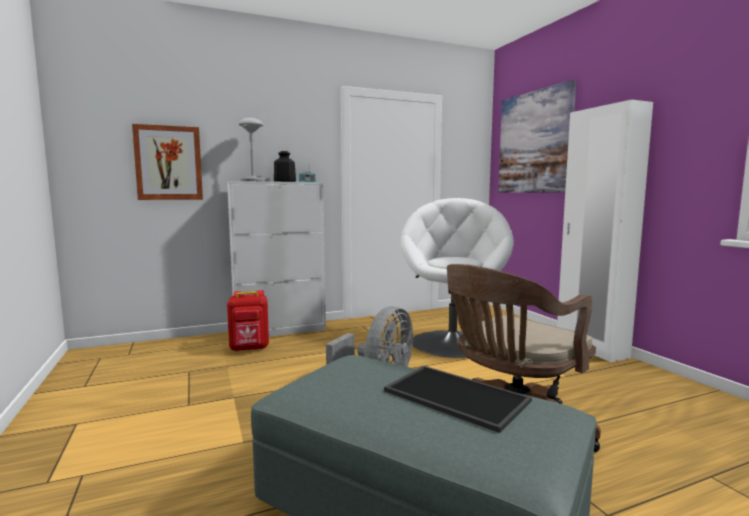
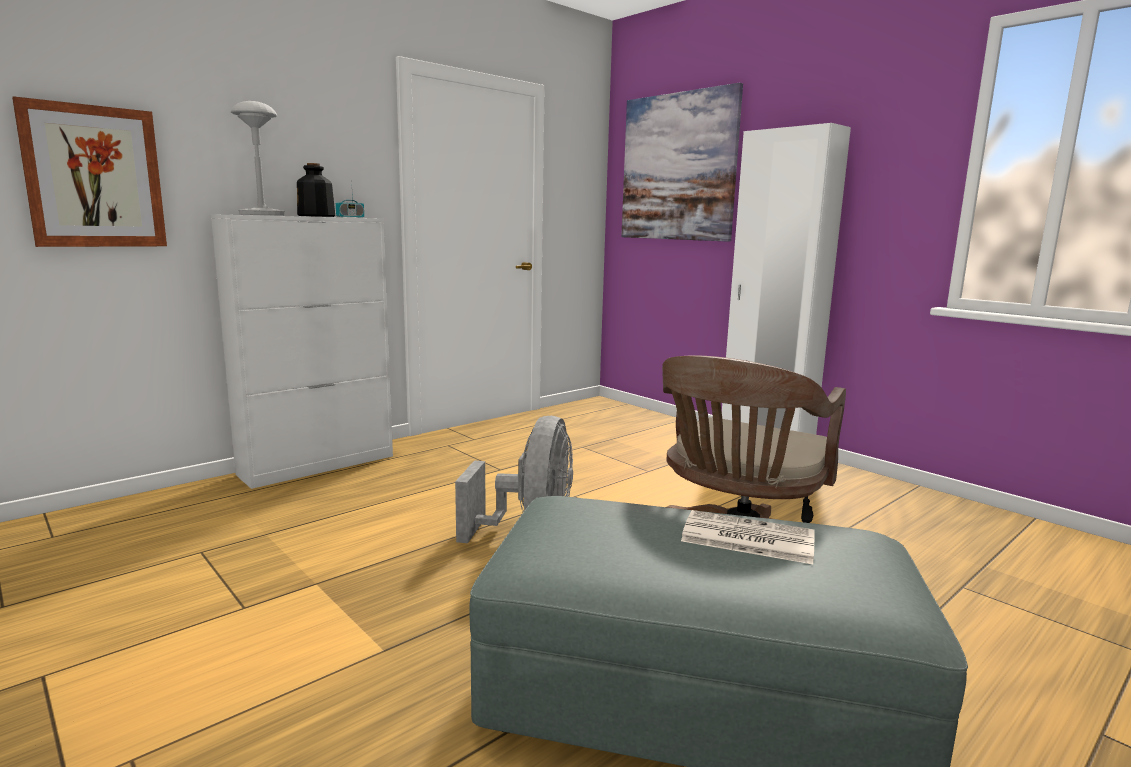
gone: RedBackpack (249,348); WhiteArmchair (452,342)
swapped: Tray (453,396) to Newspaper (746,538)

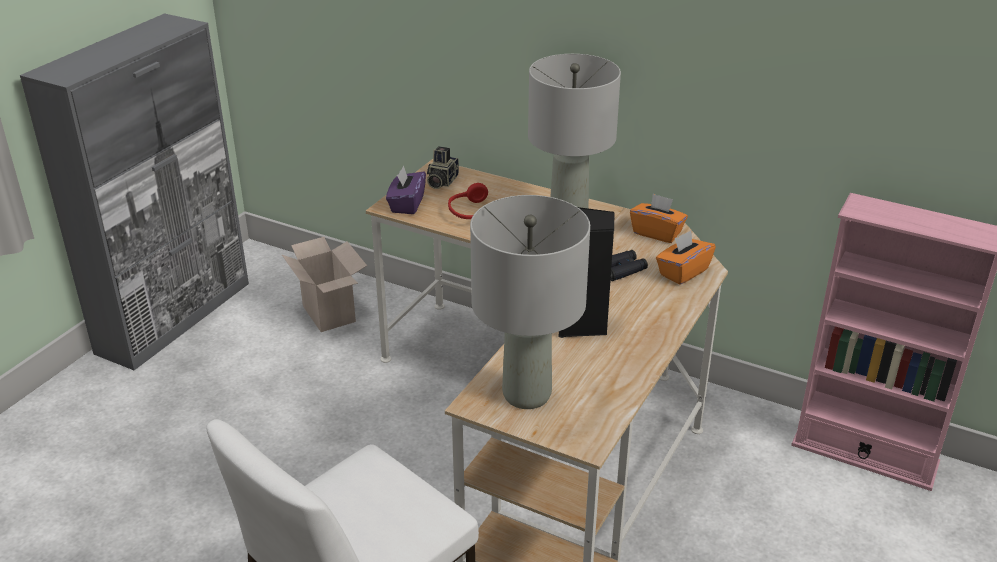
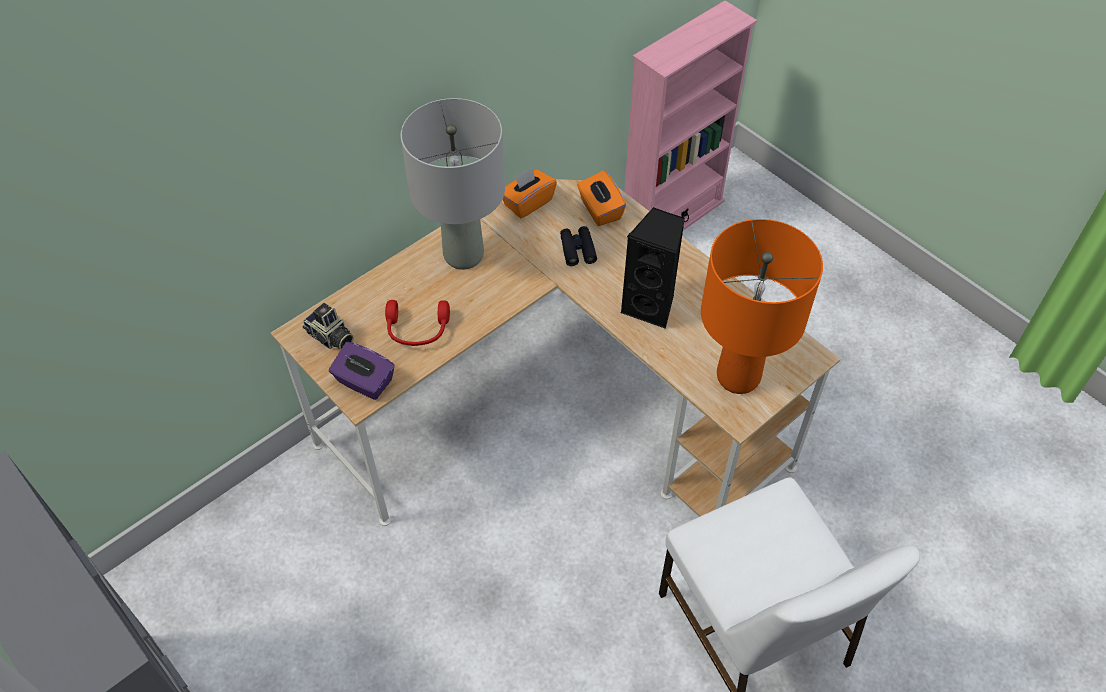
gone: CardboardBox (331,314)
repainted: GreyTableLamp (526,395) to OrangeTableLamp (738,378)

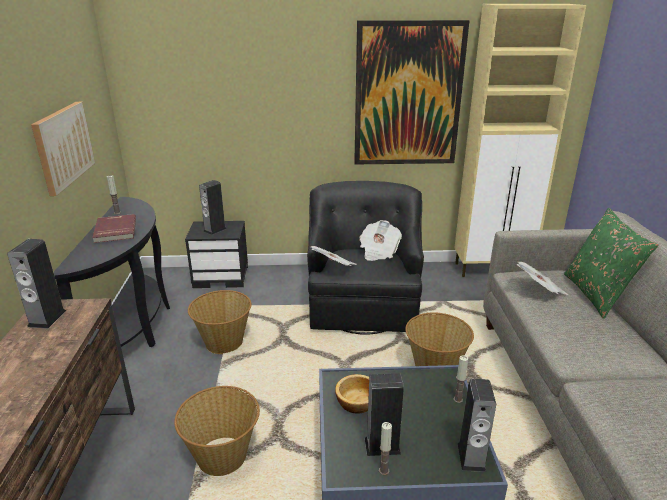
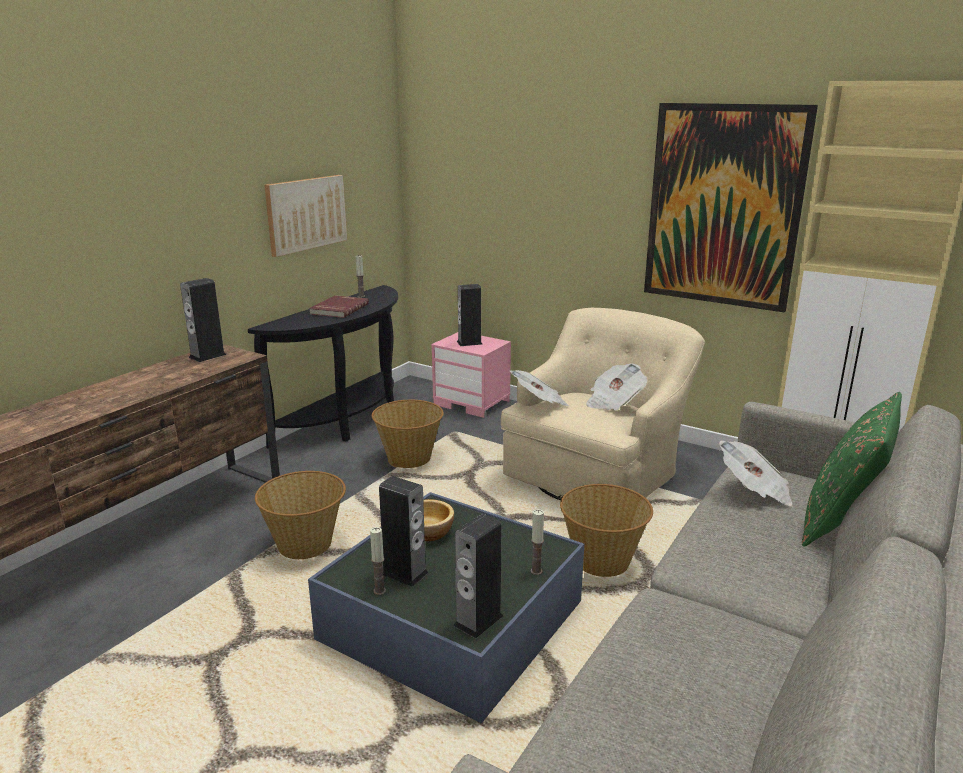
repainted: BlackNightstand (222,277) to PinkNightstand (473,402); BlackArmchair (363,303) to BeigeArmchair (597,471)

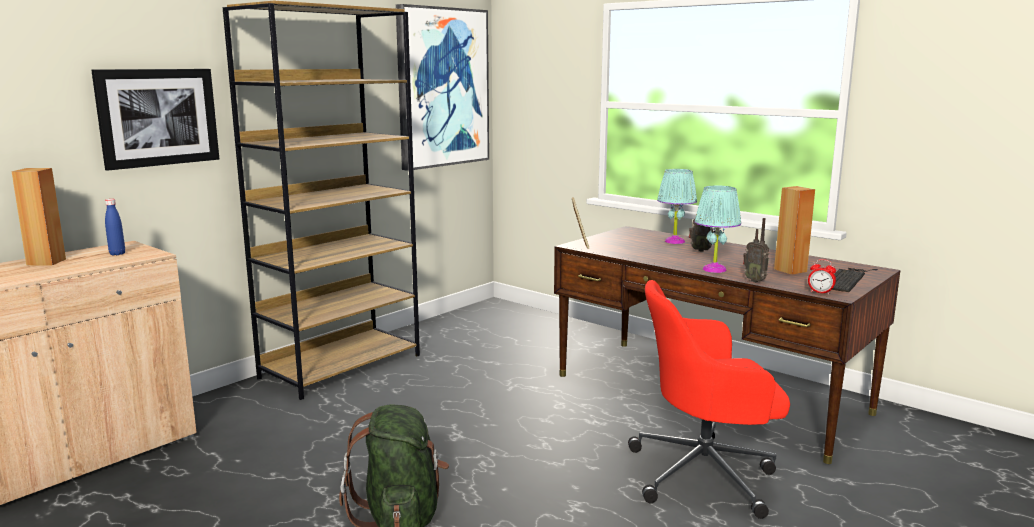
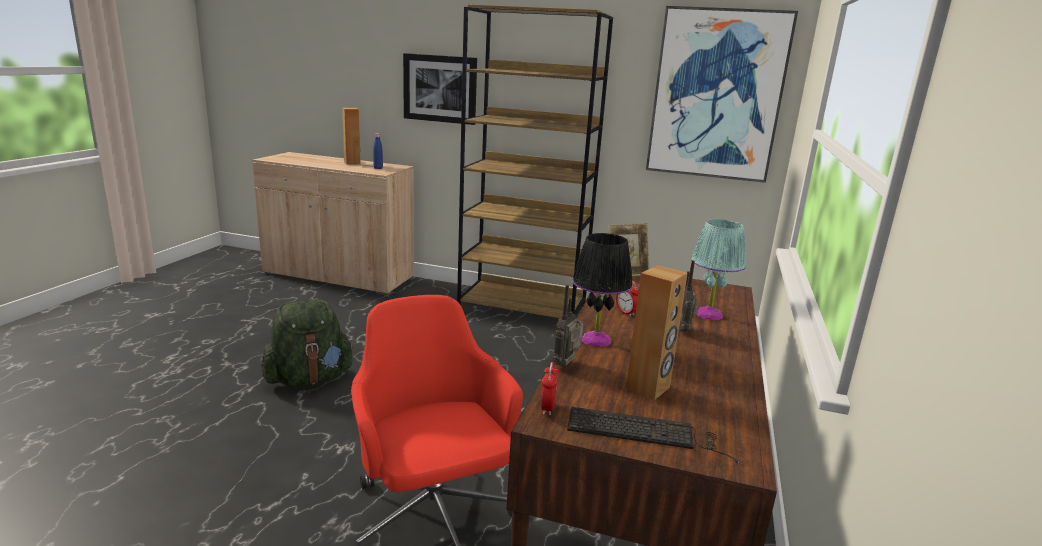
new: AlarmClock (626,313)
repainted: TurquoiseTableLamp (714,269) to BlackTableLamp (595,340)

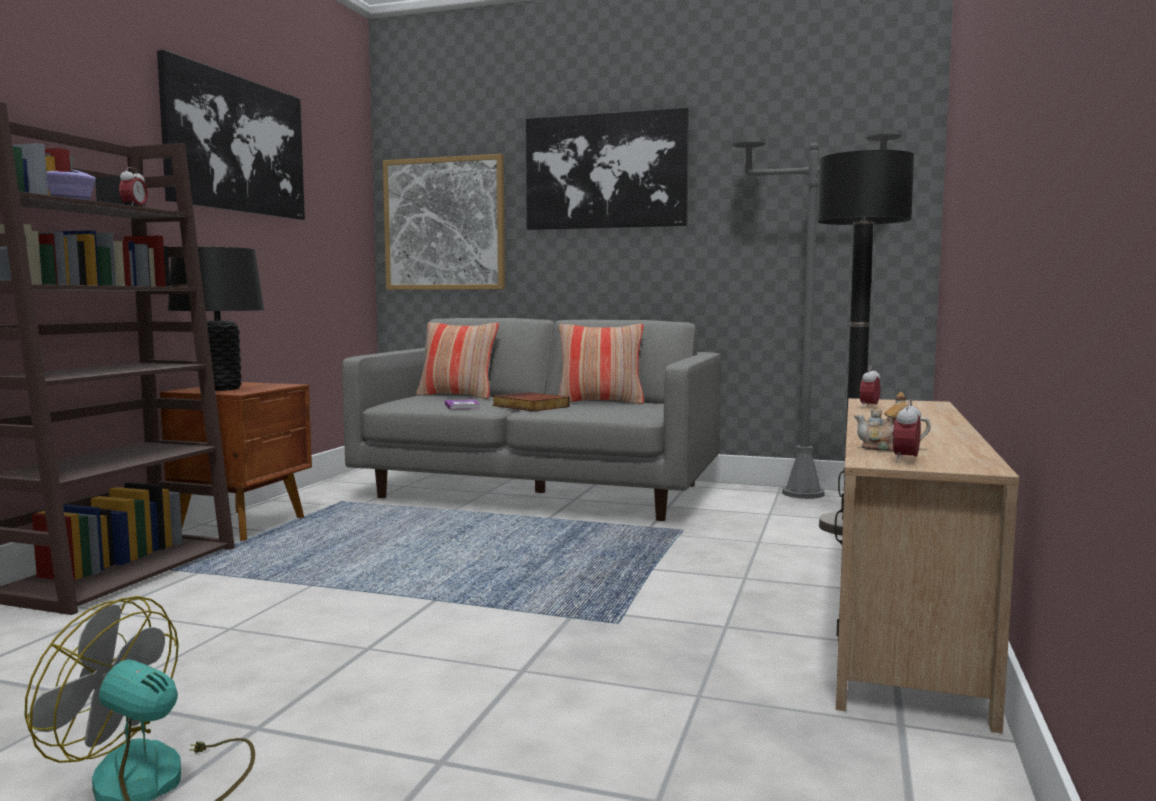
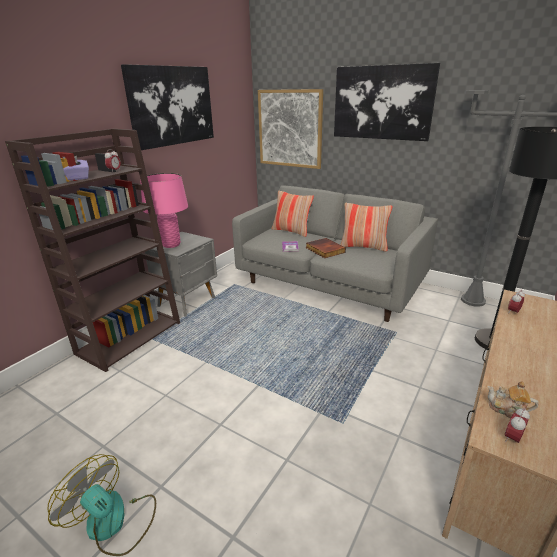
repainted: BlackTableLamp (220,389) to PinkTableLamp (171,245); BrownNightstand (244,525) to GreyNightstand (188,301)

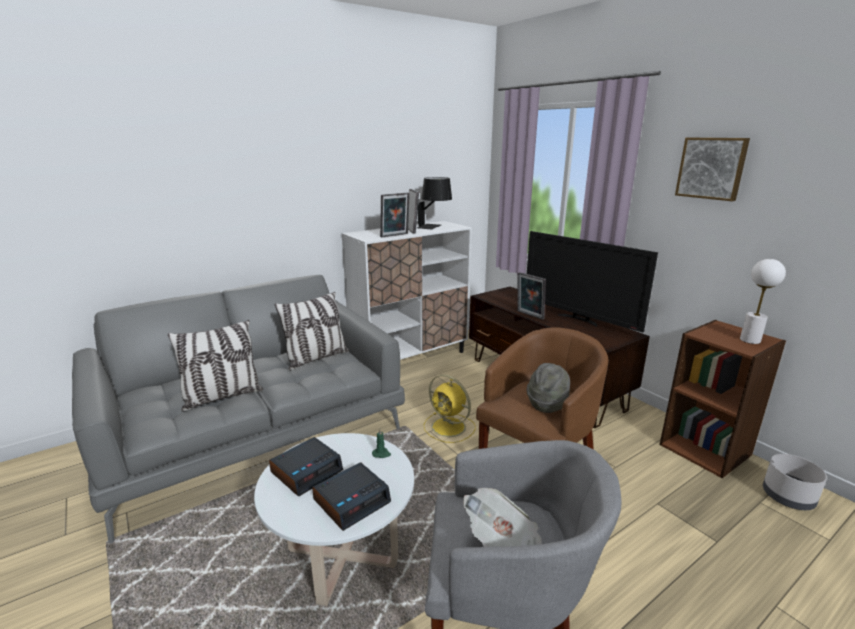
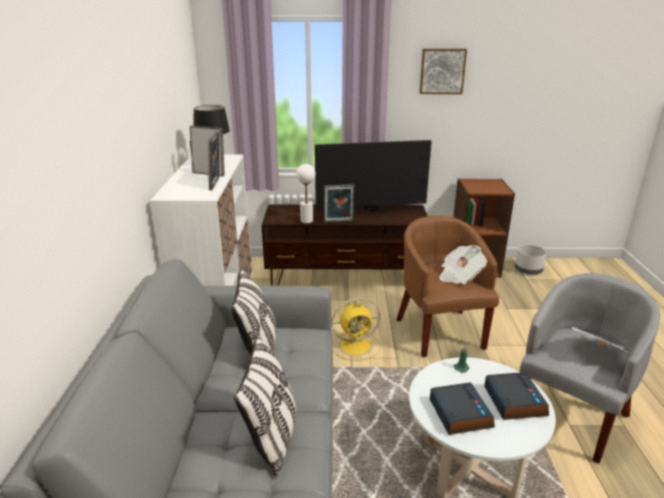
shifted: WhiteTableLamp (750,340) to (307,220)
swapped: GreyHat (547,404) to Newspaper (460,275)

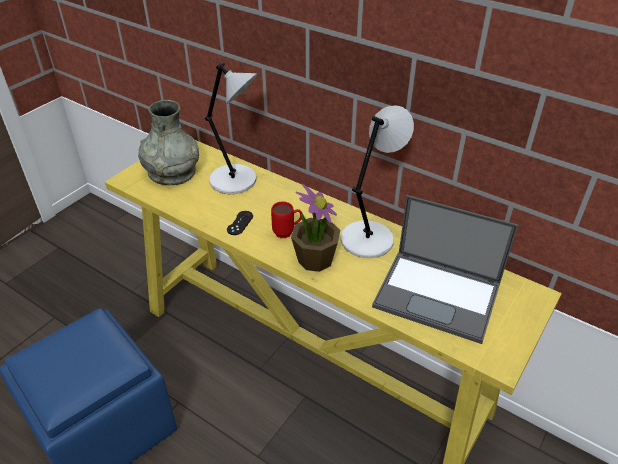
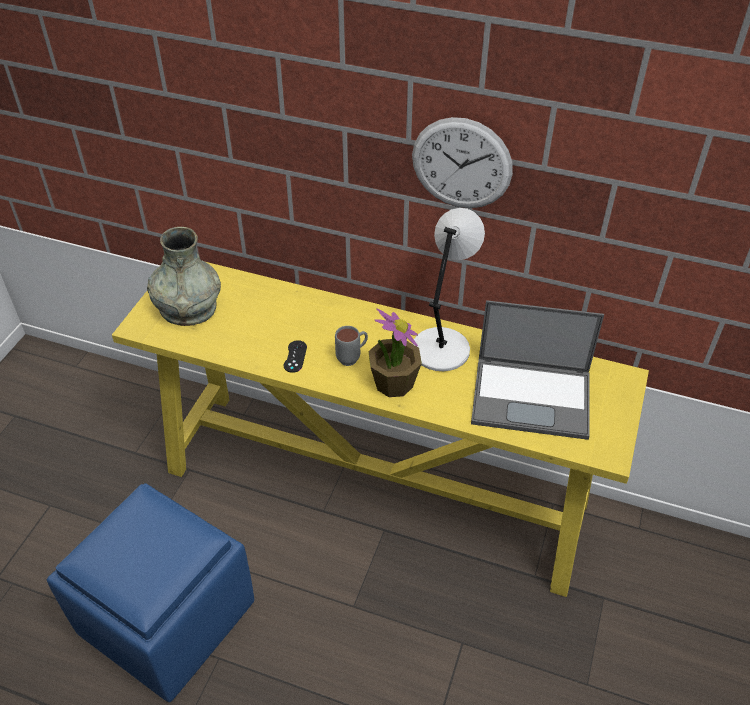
gone: GreyTableLamp (236,181)
new: WallClock (461,164)
repainted: RedMug (287,232) to GreyMug (352,358)

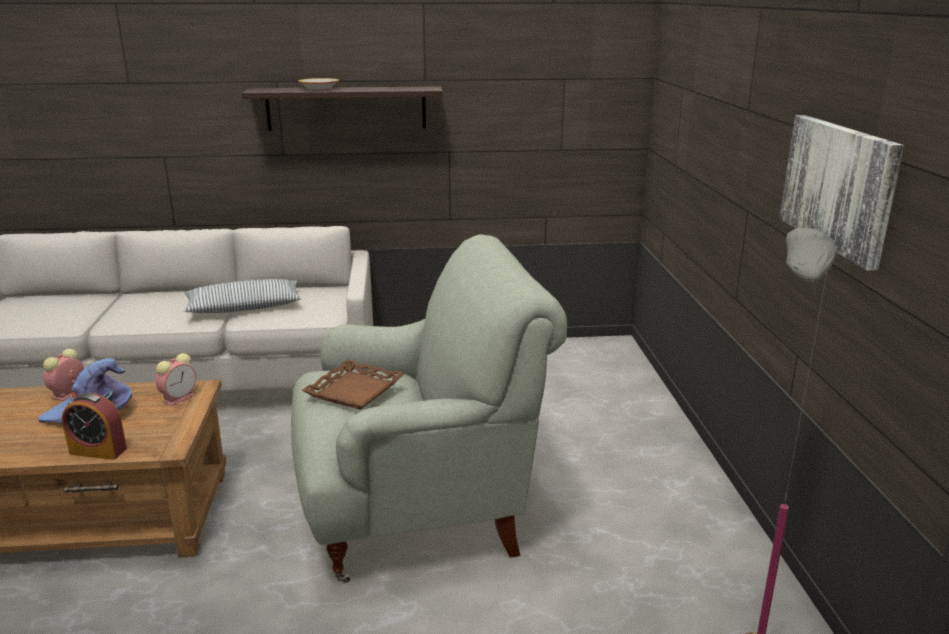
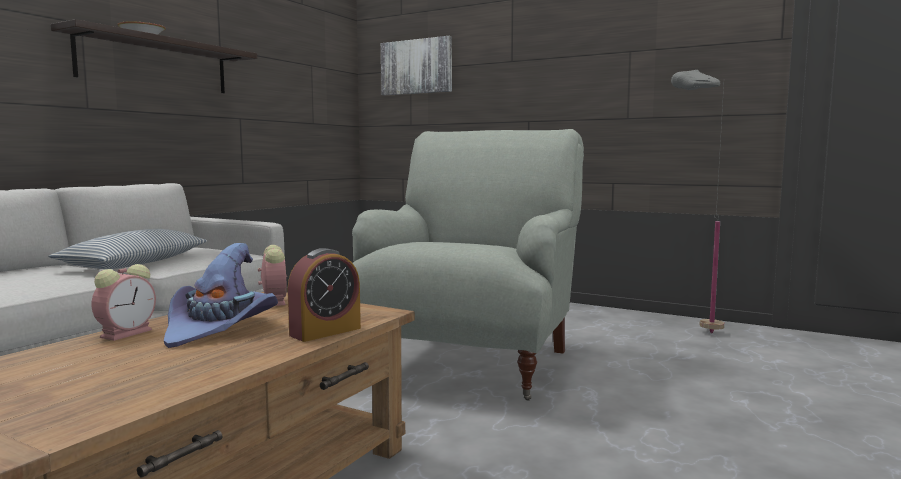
gone: BrownTray (355,391)
shifted: Picture (839,186) to (416,67)
rotated: AlarmClock (68,394) = (127,333) 120 degrees counterclockwise

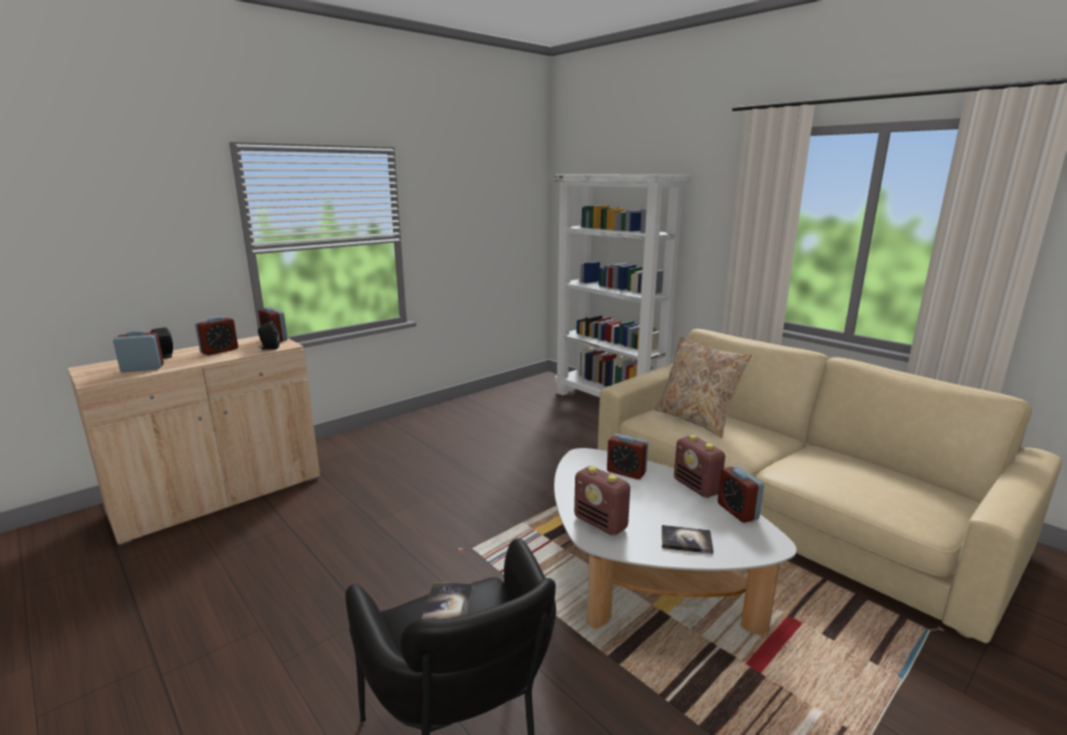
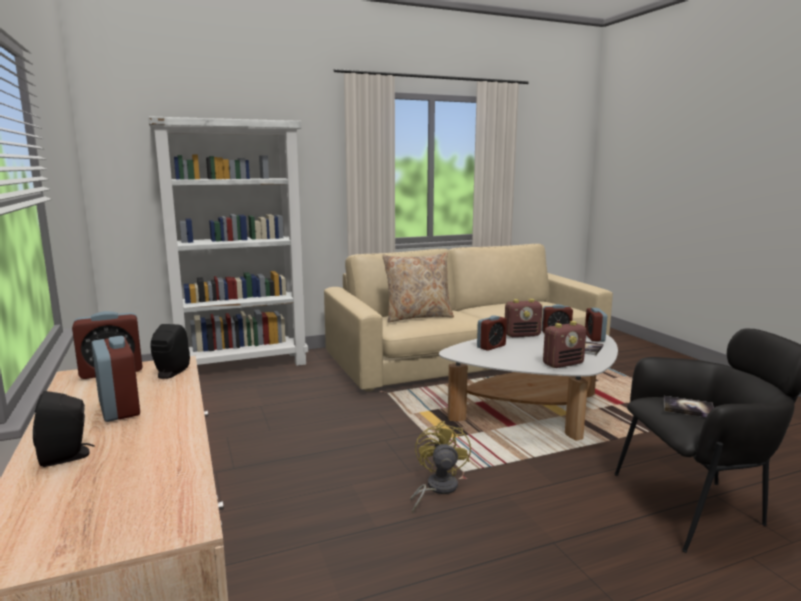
new: YellowFan (437,488)
shifted: AlarmClock (142,368) to (594,337)

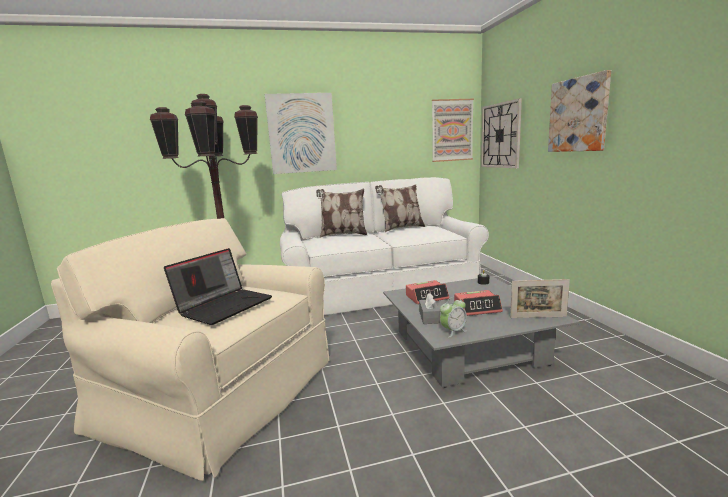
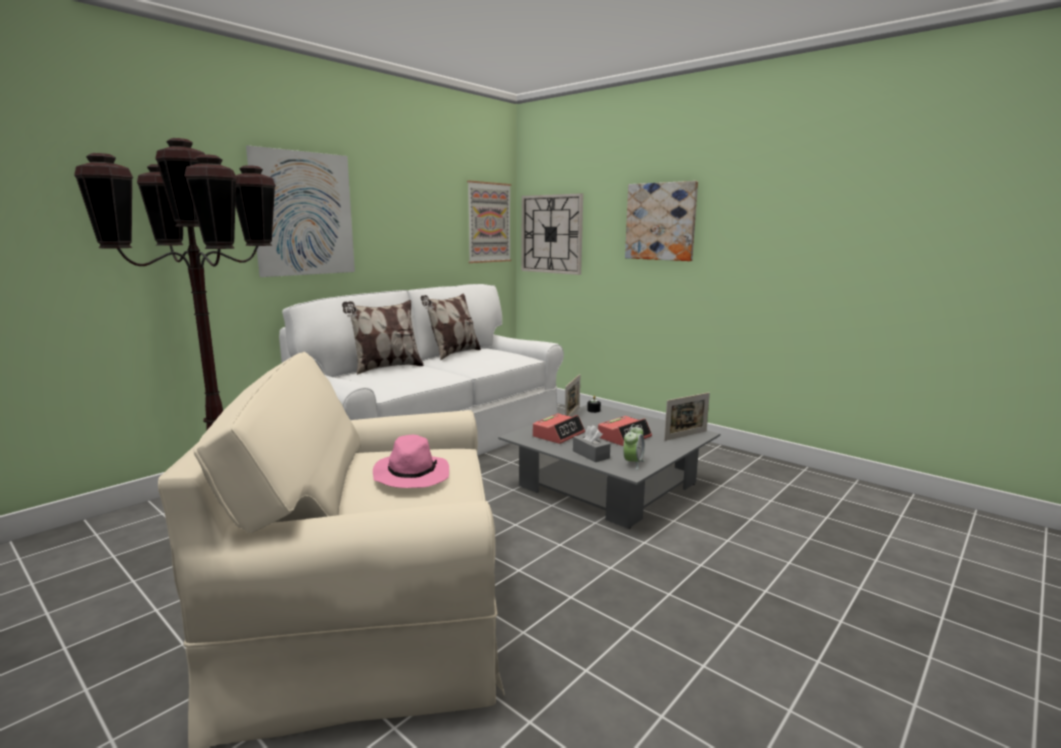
new: PictureFrame (572,416)
swapped: Laptop (224,305) to PinkHat (411,476)

